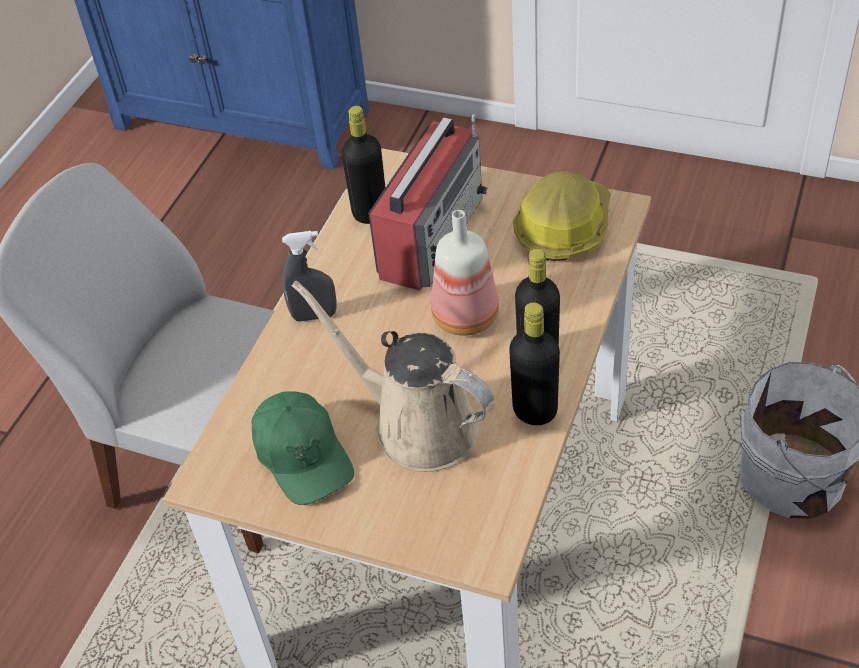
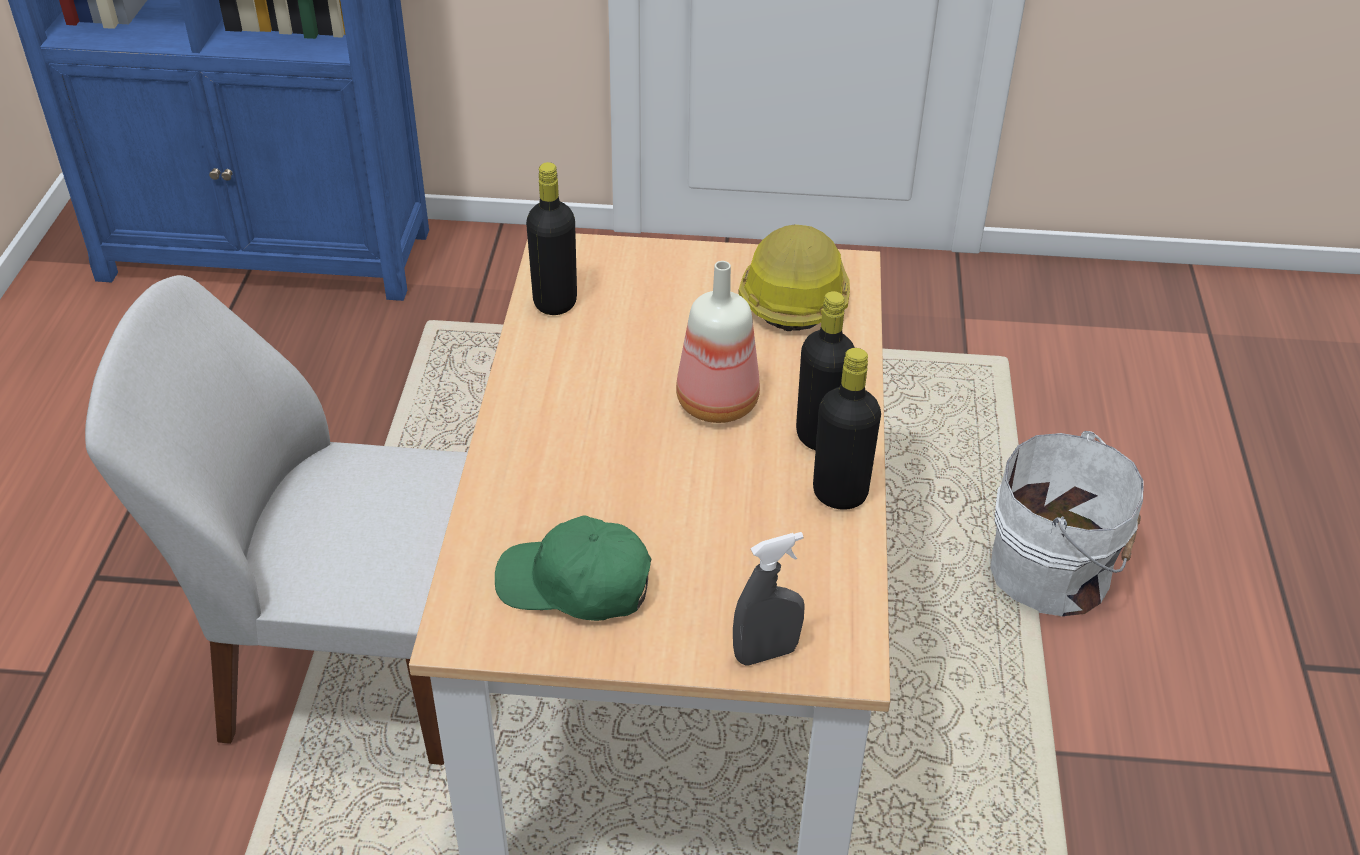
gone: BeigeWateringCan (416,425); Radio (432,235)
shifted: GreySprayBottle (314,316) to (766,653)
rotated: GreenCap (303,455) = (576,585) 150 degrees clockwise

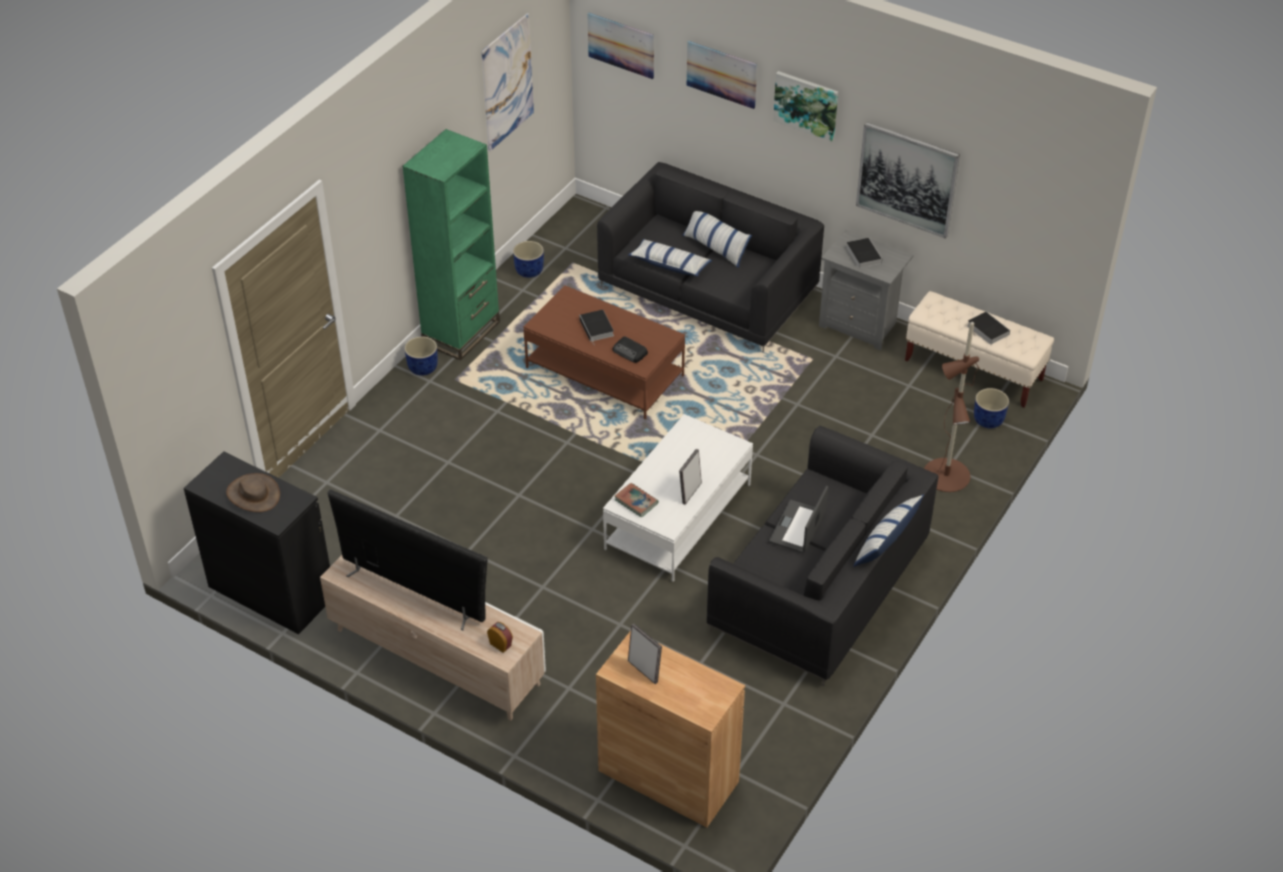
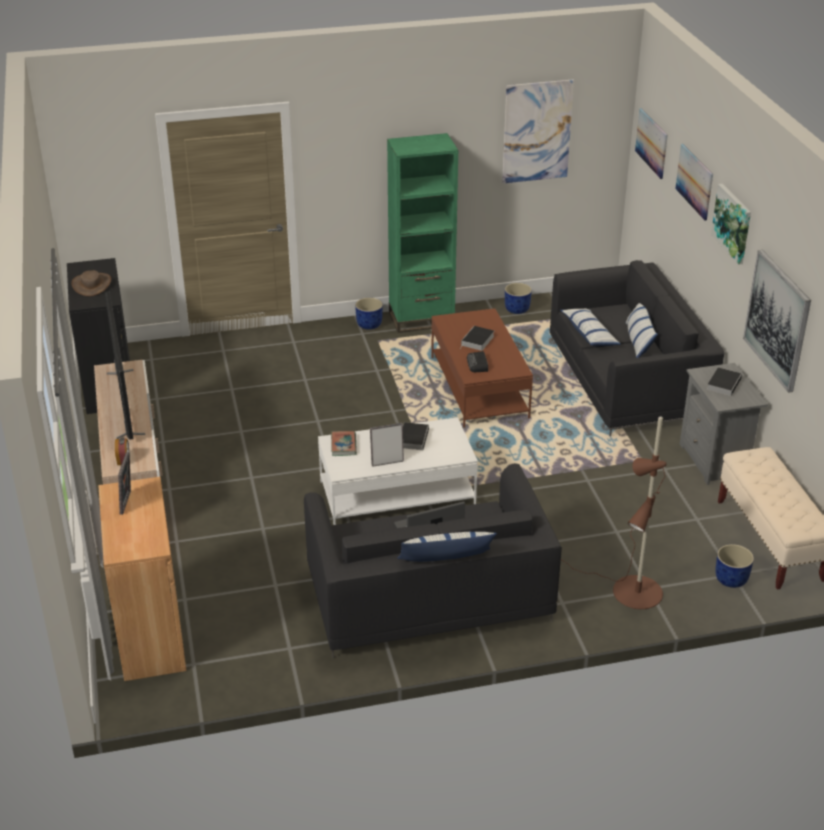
shifted: Book (986,329) to (413,438)

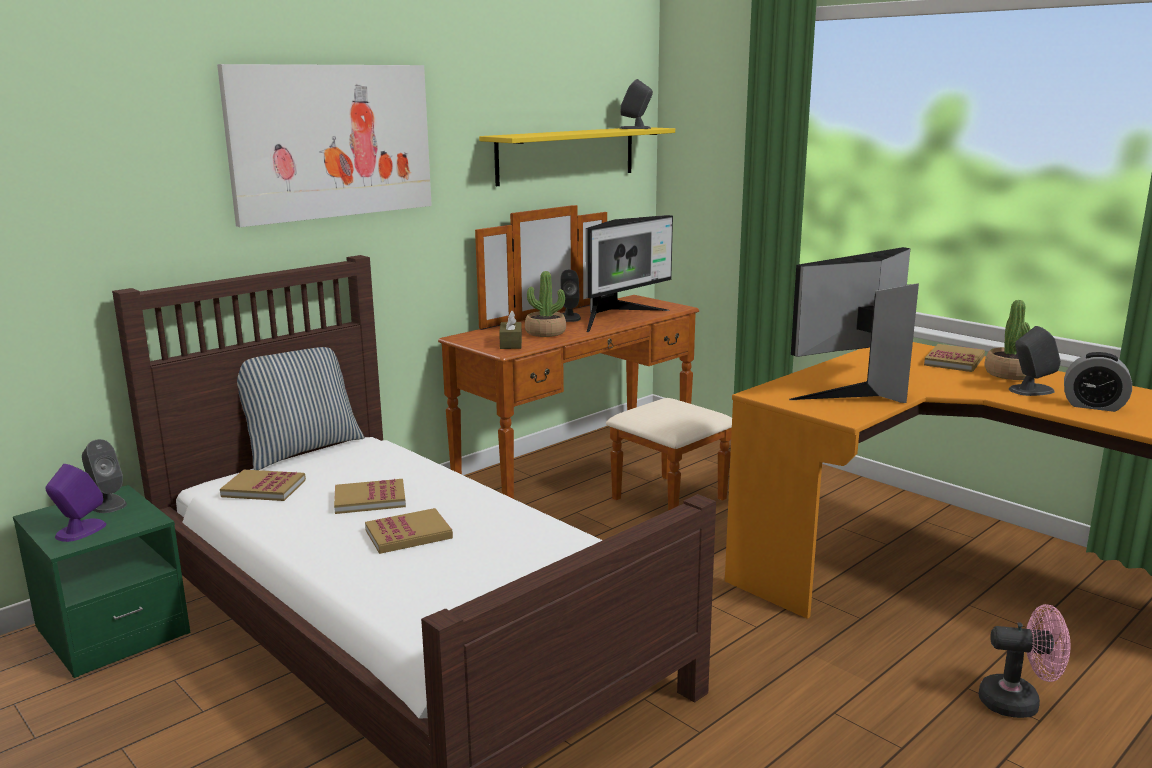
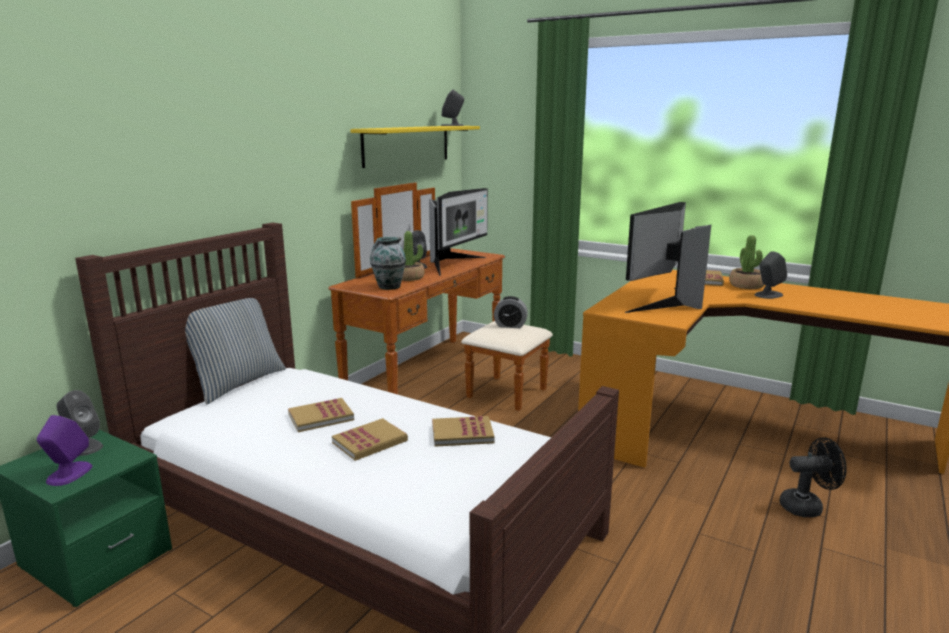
gone: Picture (332,141)
shifted: Book (264,488) to (462,433); AlarmClock (1093,406) to (510,326)
swapped: BrownTissueBox (511,343) to Vase (388,287)
repainted: PinkFan (1019,703) to BlackFan (807,506)

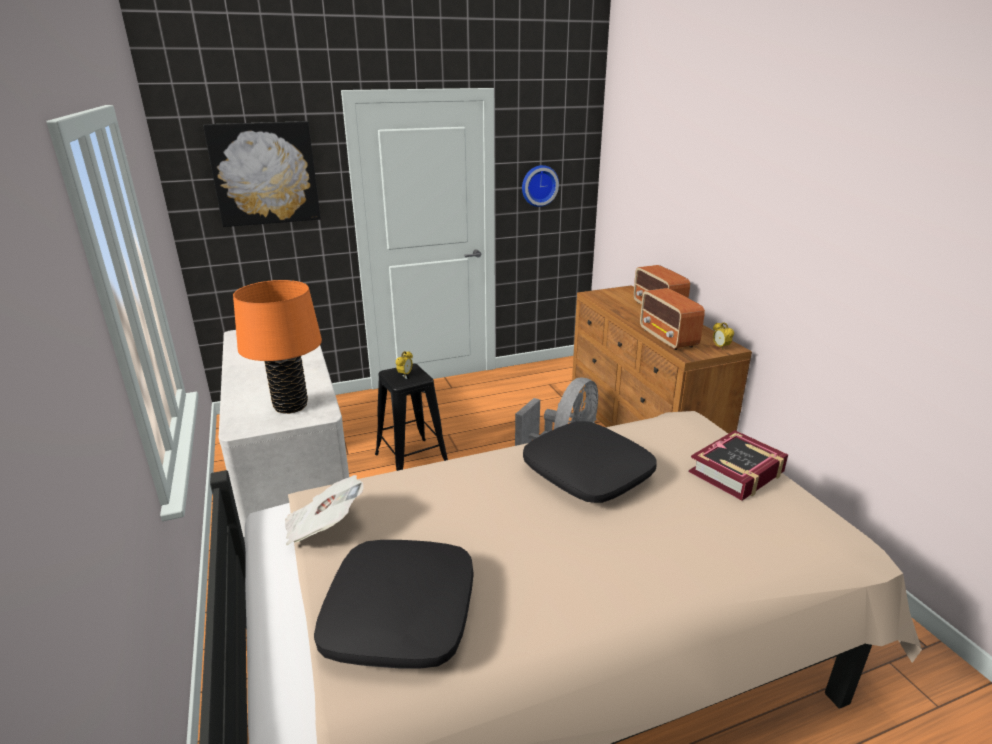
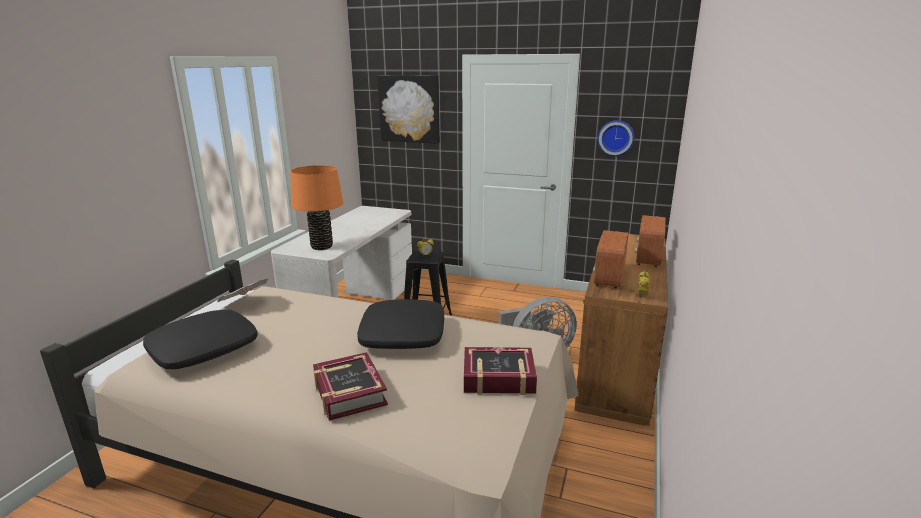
new: Book (349,392)

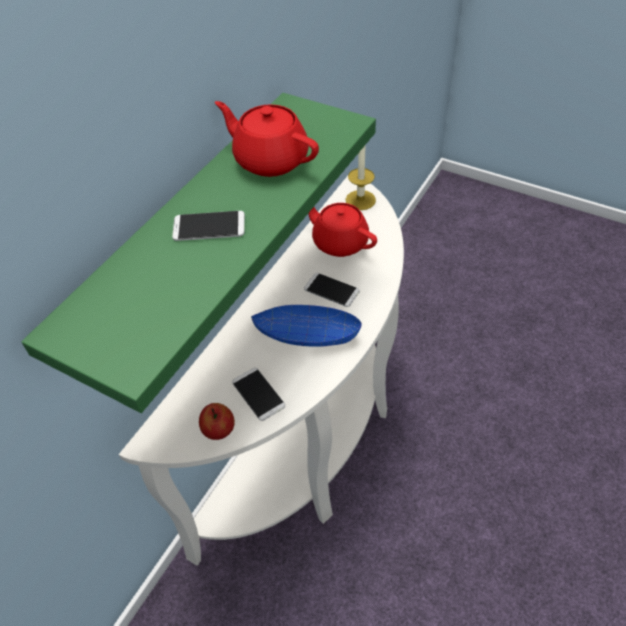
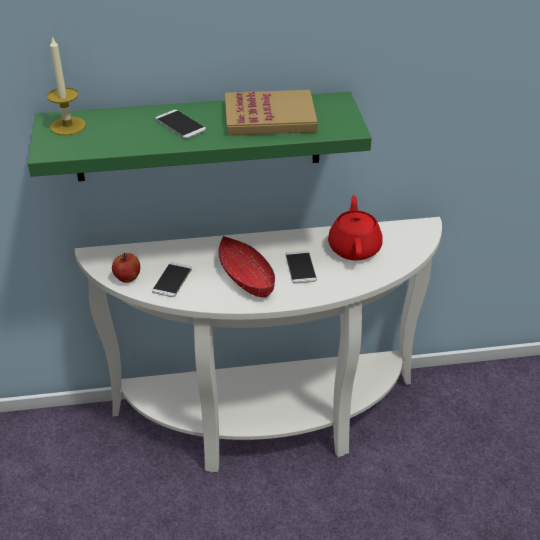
shifted: Candle (360,200) to (68,126)
swapped: RedTeapot (270,159) to Book (269,117)
repainted: BlueBowl (306,334) to RedBowl (245,276)

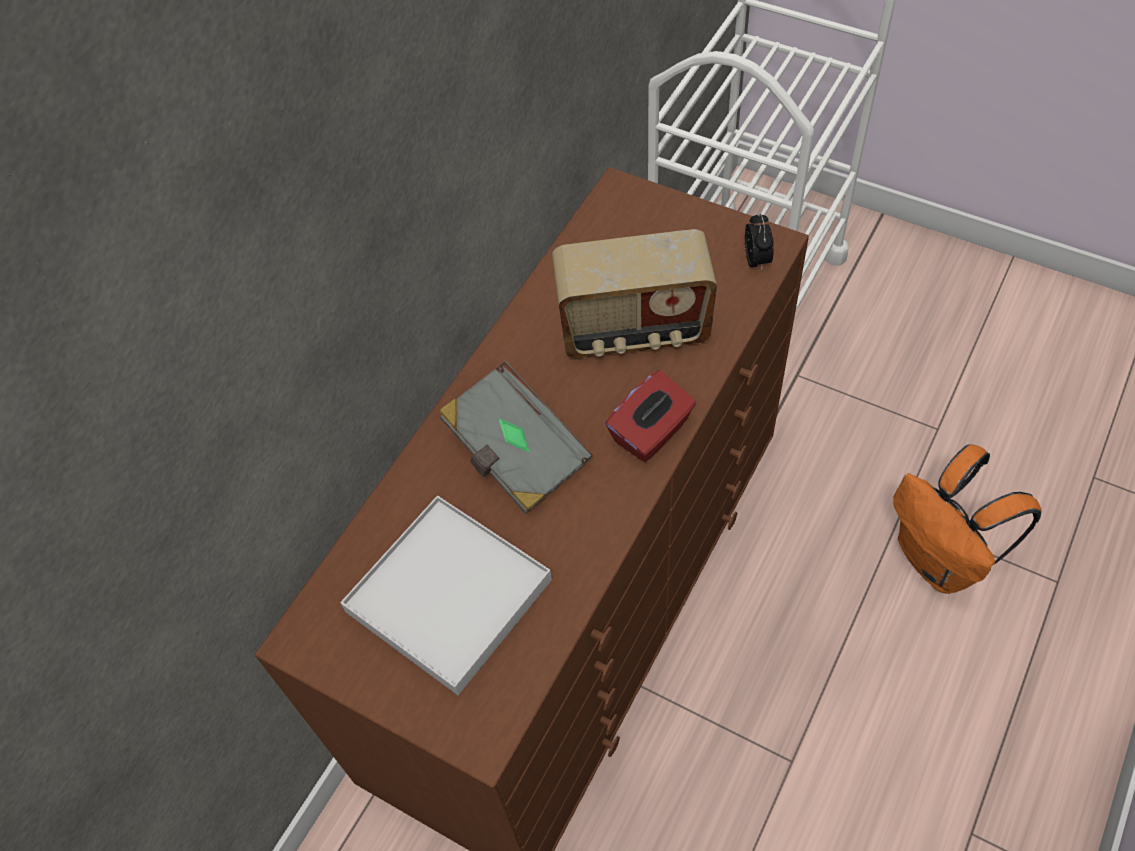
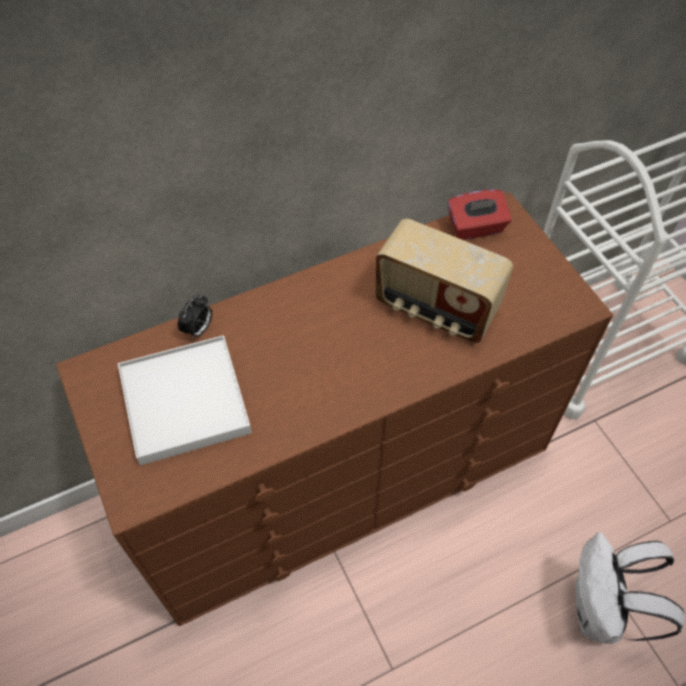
gone: GreyBook (516,454)
shifted: AlarmClock (757,260) to (198,329); RedTissueBox (651,432) to (476,227)
repainted: OrangeBackpack (940,560) to WhiteBackpack (600,611)

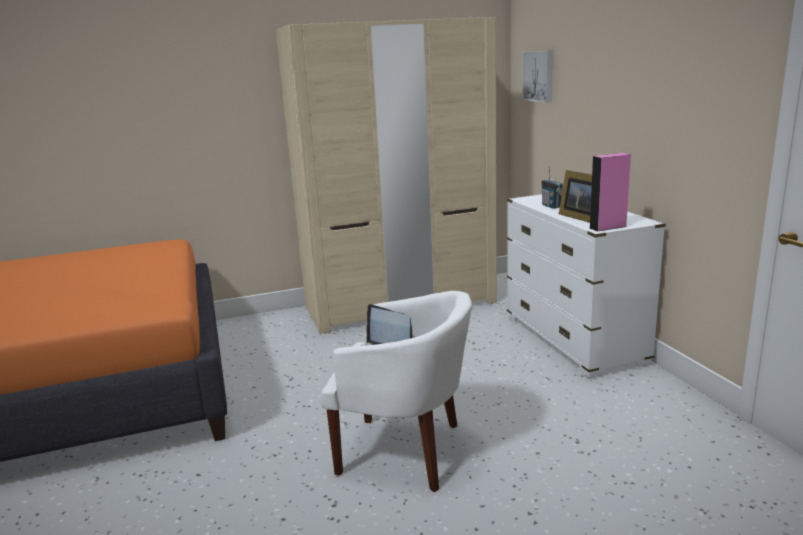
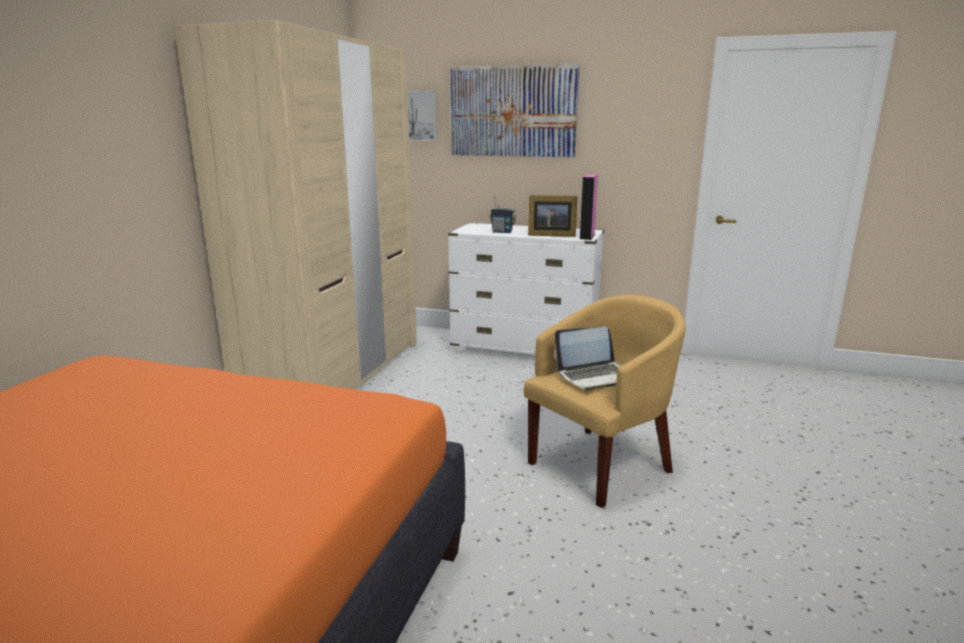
new: Picture (512,111)
repainted: WhiteArmchair (405,451) to YellowArmchair (601,464)

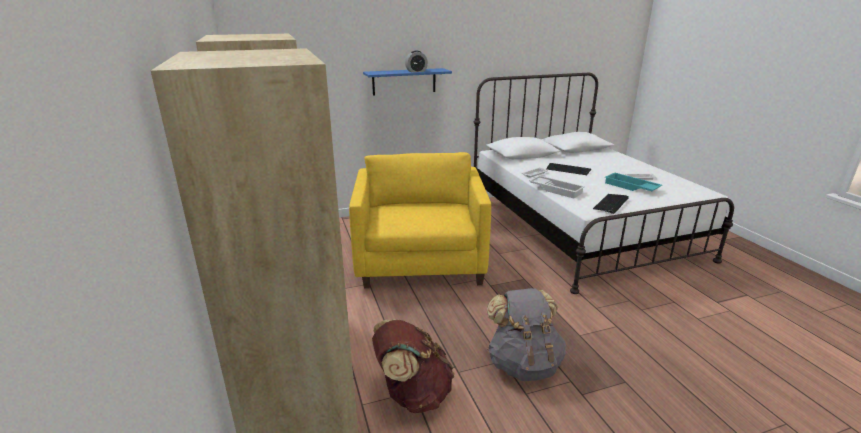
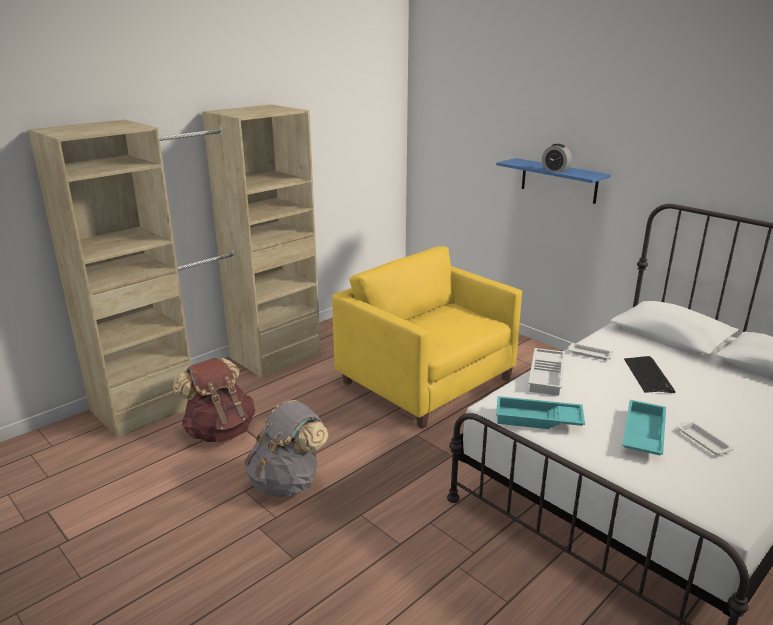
swapped: Keyboard (611,204) to TurquoiseTray (537,420)
rotated: YellowArmchair (420,261) = (426,382) 105 degrees counterclockwise

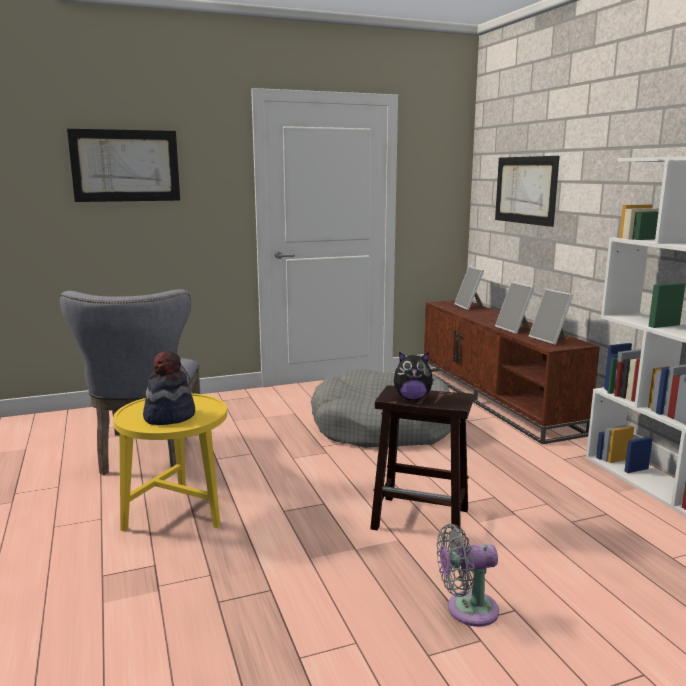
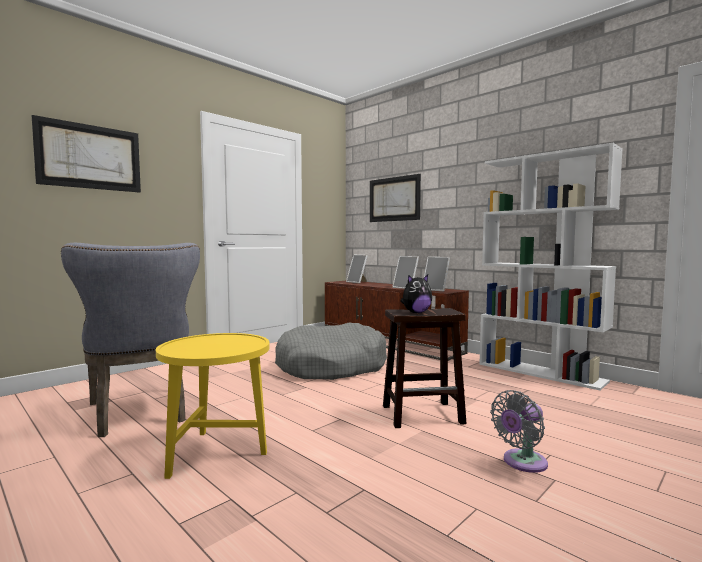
gone: Hat (169,416)

